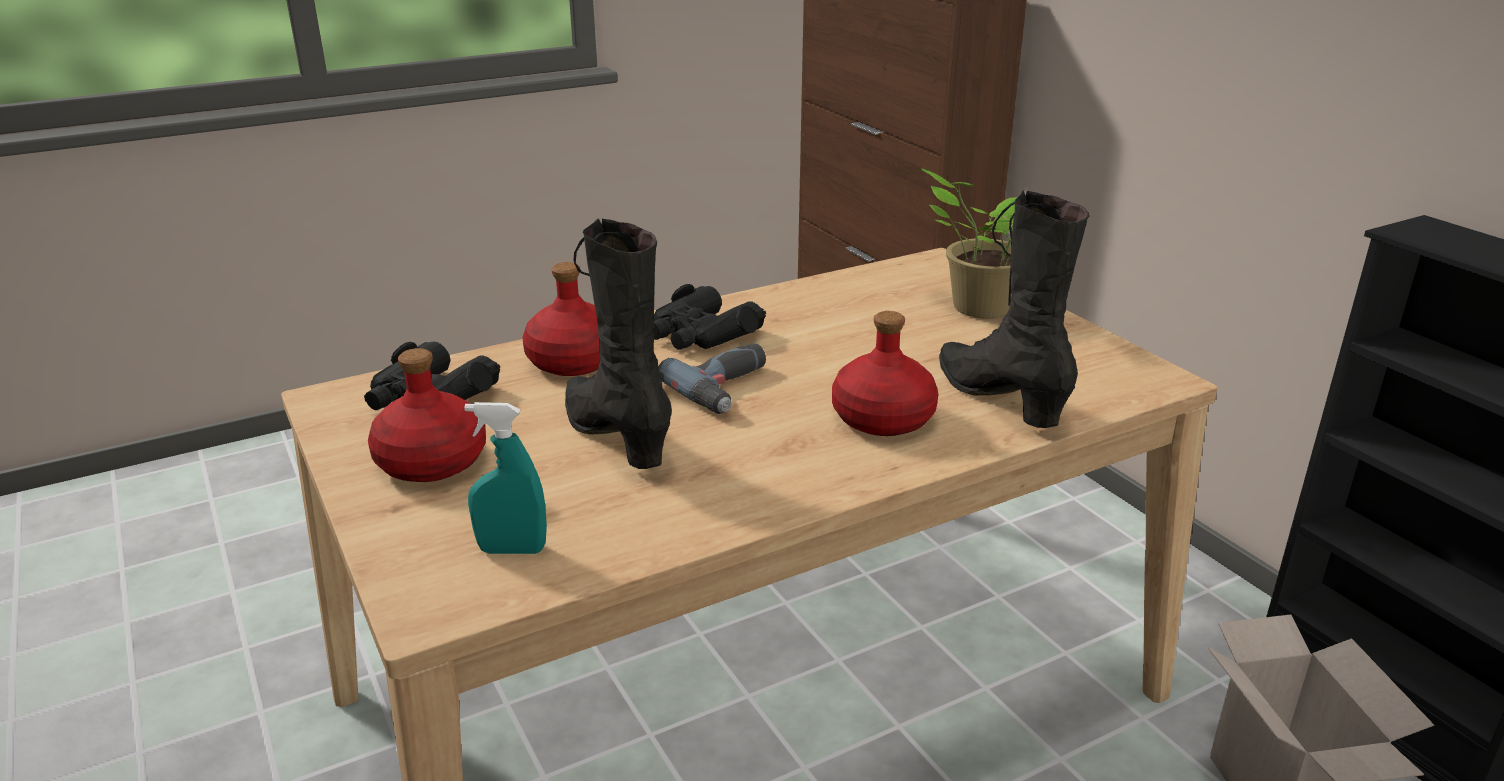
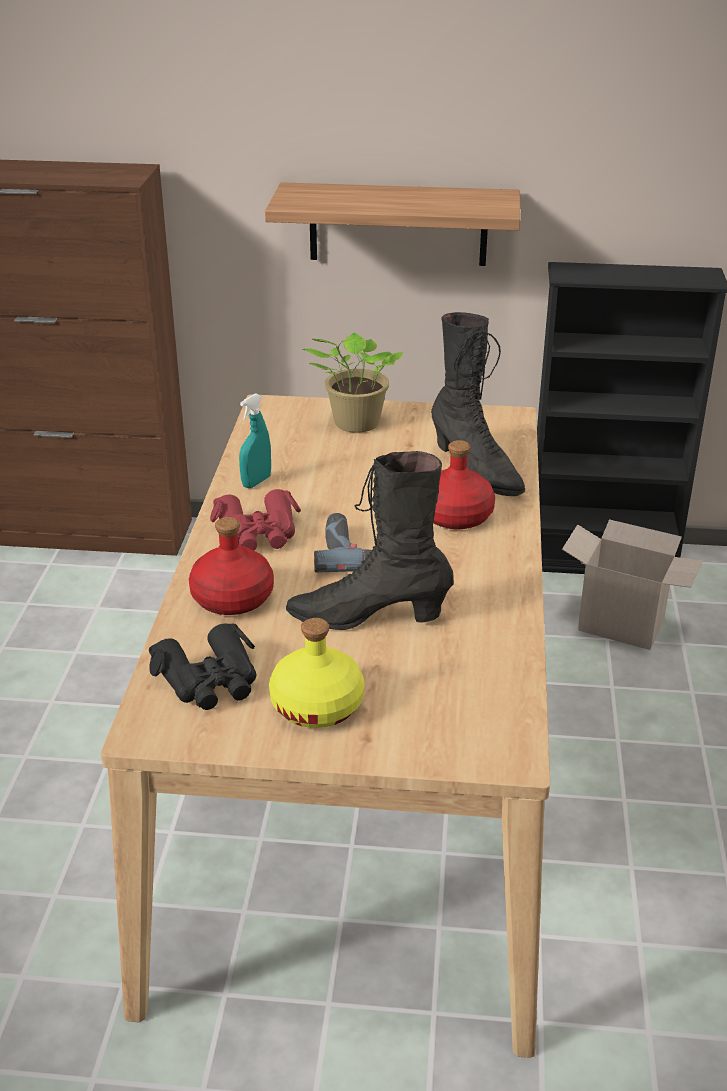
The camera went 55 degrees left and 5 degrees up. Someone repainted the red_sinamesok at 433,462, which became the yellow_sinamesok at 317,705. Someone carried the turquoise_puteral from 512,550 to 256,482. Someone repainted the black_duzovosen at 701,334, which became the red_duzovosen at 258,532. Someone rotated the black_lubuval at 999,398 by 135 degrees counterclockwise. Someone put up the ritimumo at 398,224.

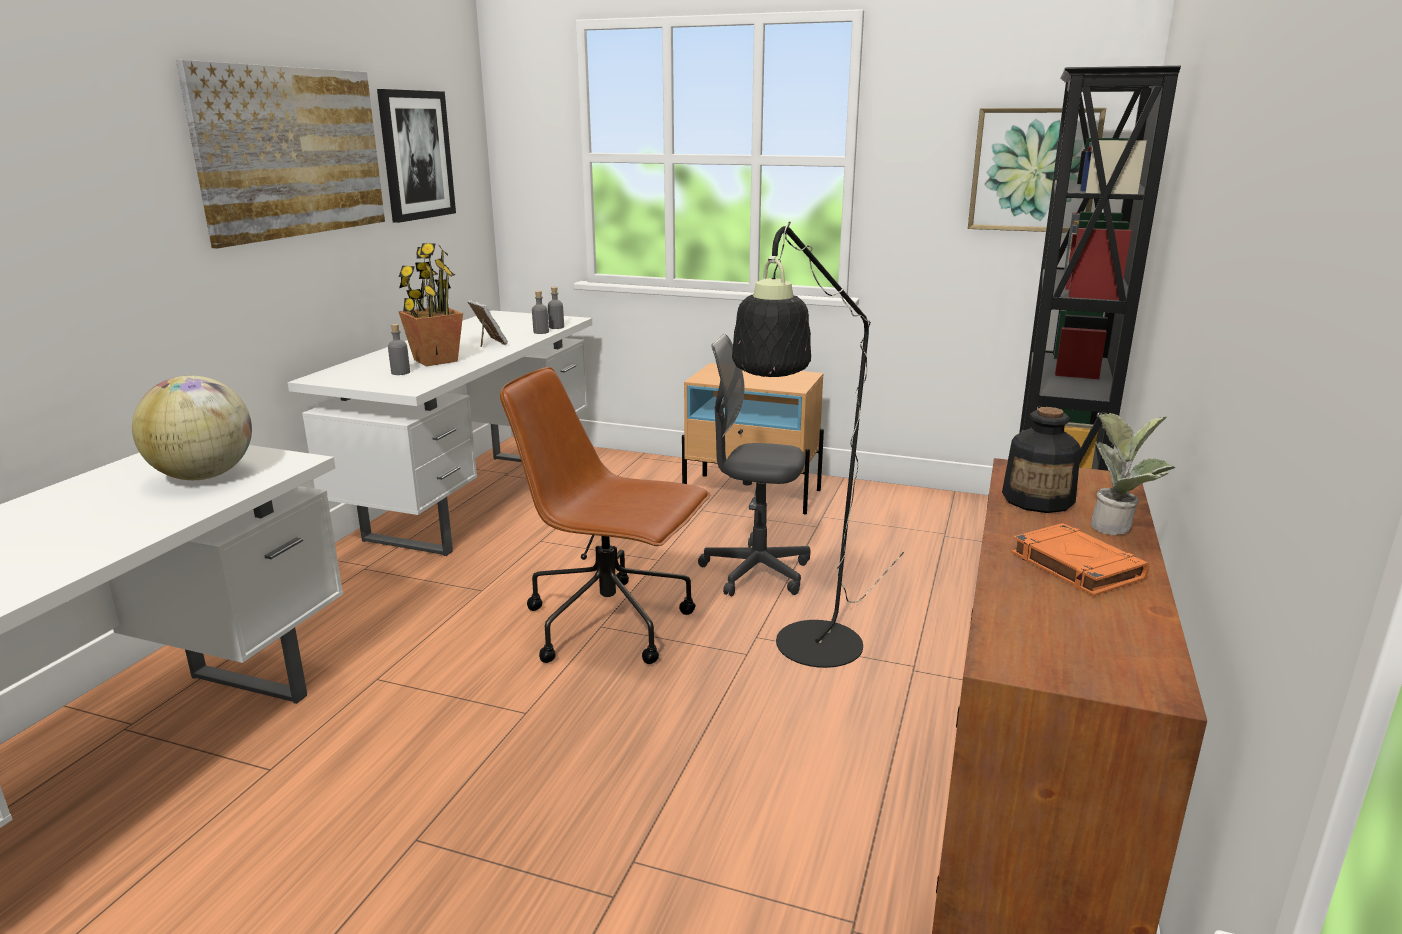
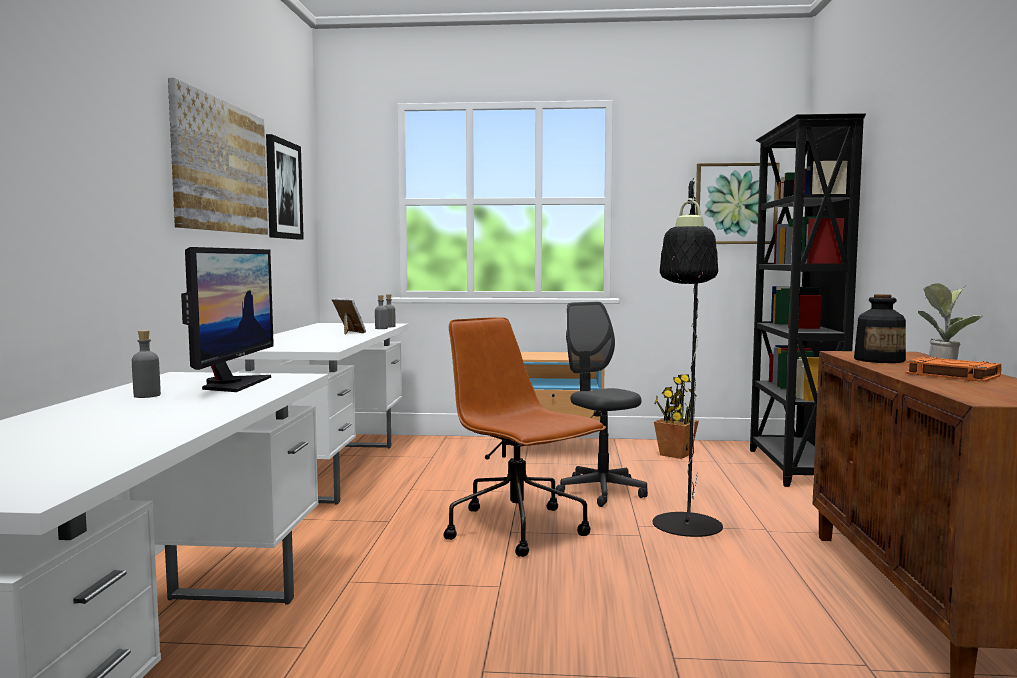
The camera went 15 degrees left and 15 degrees down. Someone swapped the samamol at 204,476 for the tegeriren at 232,384. Someone carried the grey_sinamesok from 400,372 to 147,395. Someone carried the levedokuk from 435,360 to 675,454. Someone rotated the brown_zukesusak at 611,624 by 45 degrees clockwise. Someone rotated the grey_zukesusak at 755,572 by 60 degrees clockwise.

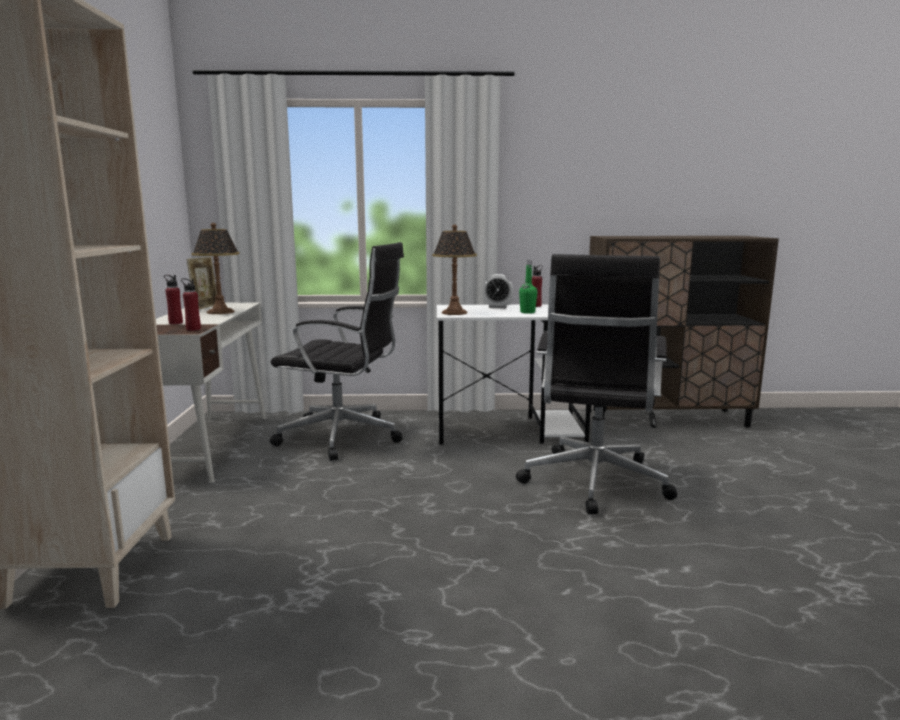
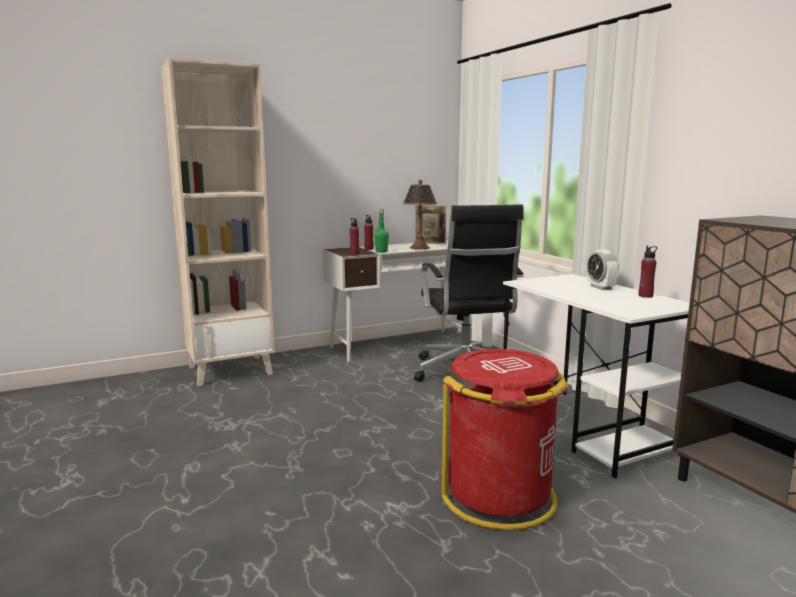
The camera went 65 degrees right and 0 degrees up. Someone took away the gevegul at 454,312. Someone swapped the black_zukesusak at 594,483 for the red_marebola at 500,497. Someone carried the green_sinamesok from 527,312 to 381,251.

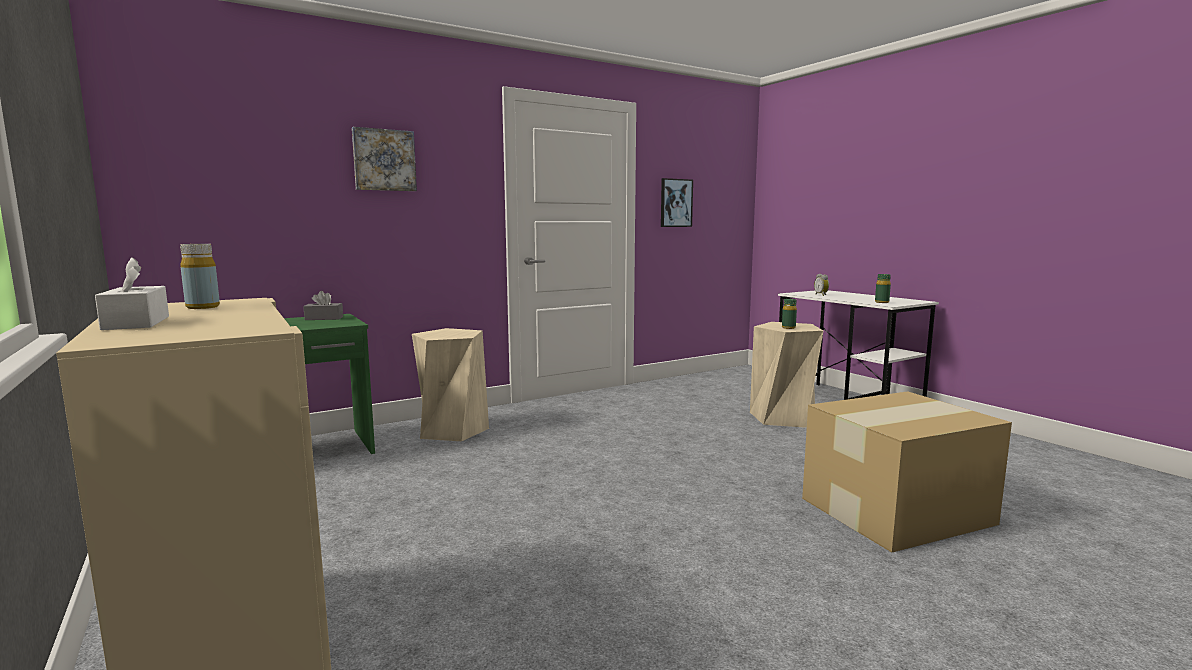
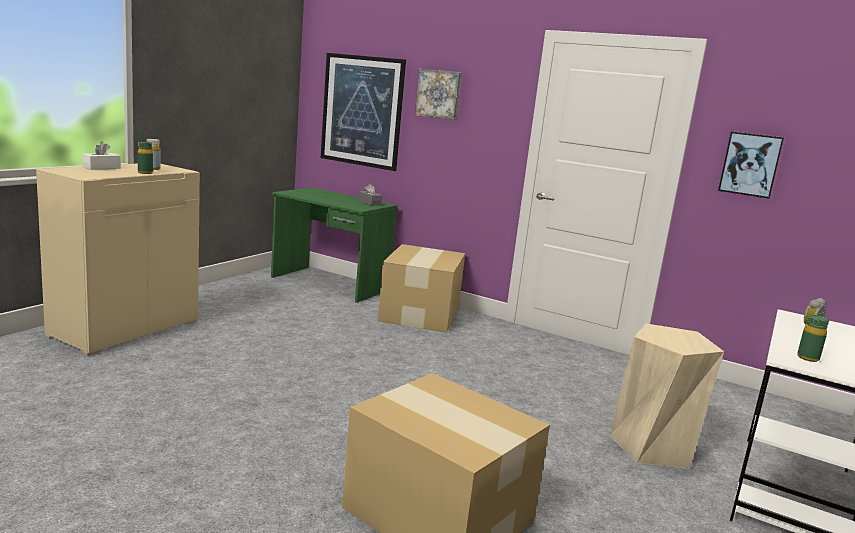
The camera went 60 degrees right and 5 degrees up. Someone swapped the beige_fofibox at 452,430 for the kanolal at 421,313. Someone carried the green_sinamesok from 788,327 to 145,172. Someone put up the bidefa at 362,111.

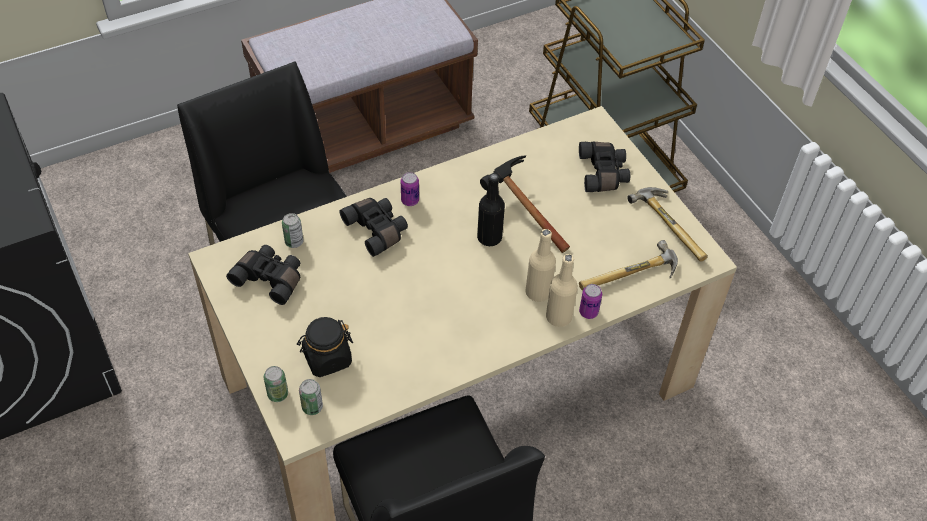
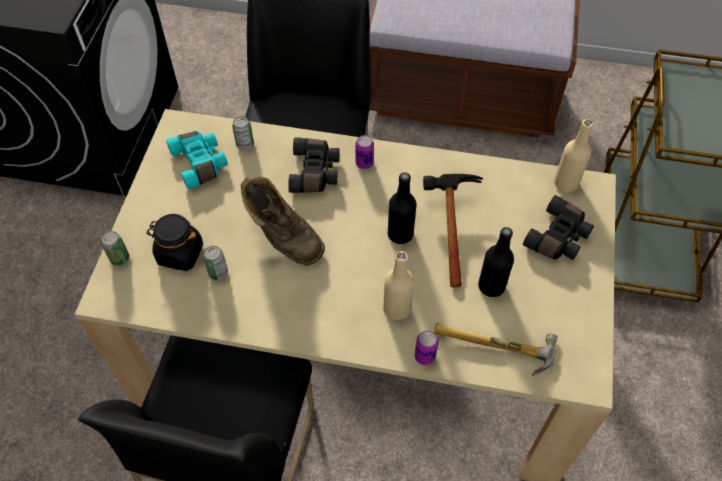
The camera went 40 degrees right and 5 degrees up. Someone repainted the black_duzovosen at 270,278, which became the turquoise_duzovosen at 201,163. Someone carried the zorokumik from 312,407 to 218,273. Someone carried the beige_sinamesok from 558,317 to 566,183. Someone took away the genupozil at 674,225. Someone put down the brown_lubuval at 281,237. Someone put down the black_sinamesok at 491,286.

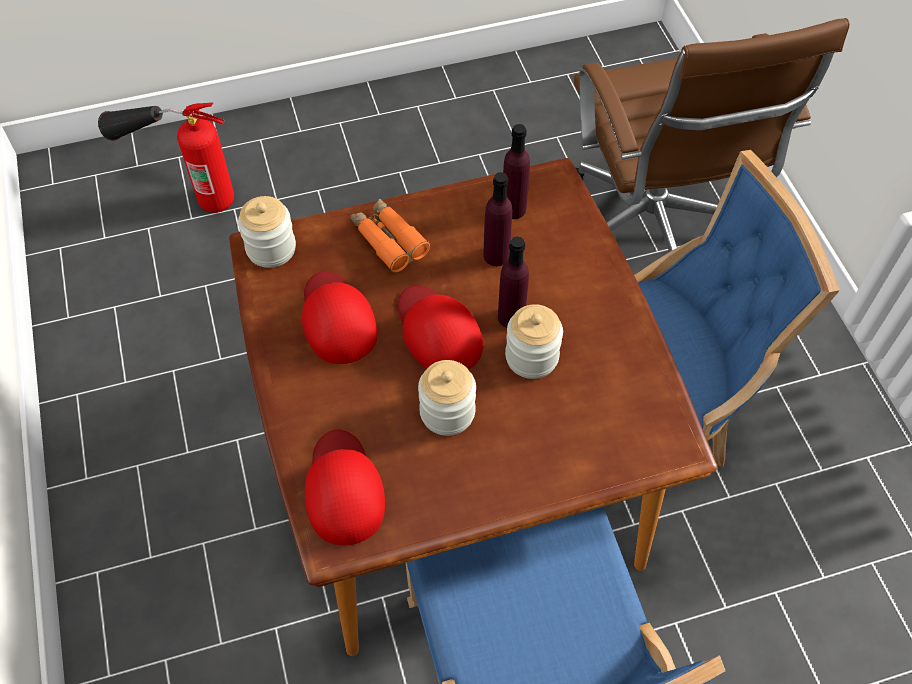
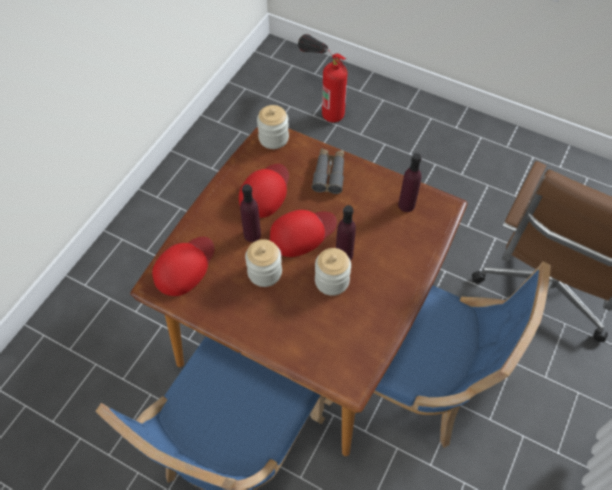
The camera went 45 degrees right and 0 degrees up. Someone repainted the orange_duzovosen at 388,240, which became the grey_duzovosen at 329,174. Someone rotated the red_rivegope at 437,332 by 45 degrees clockwise. Someone carried the purple_sinamesok from 496,255 to 252,234.

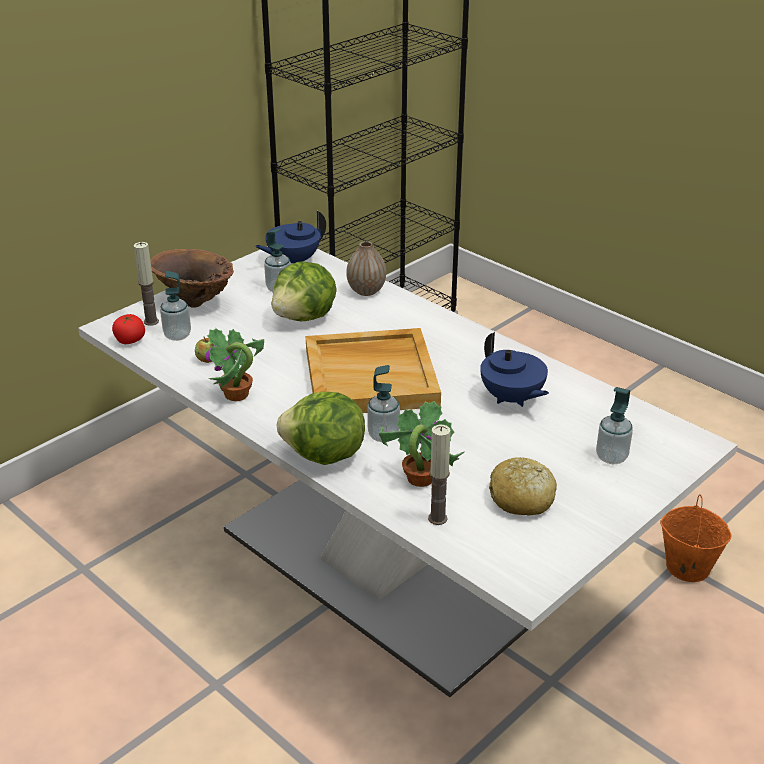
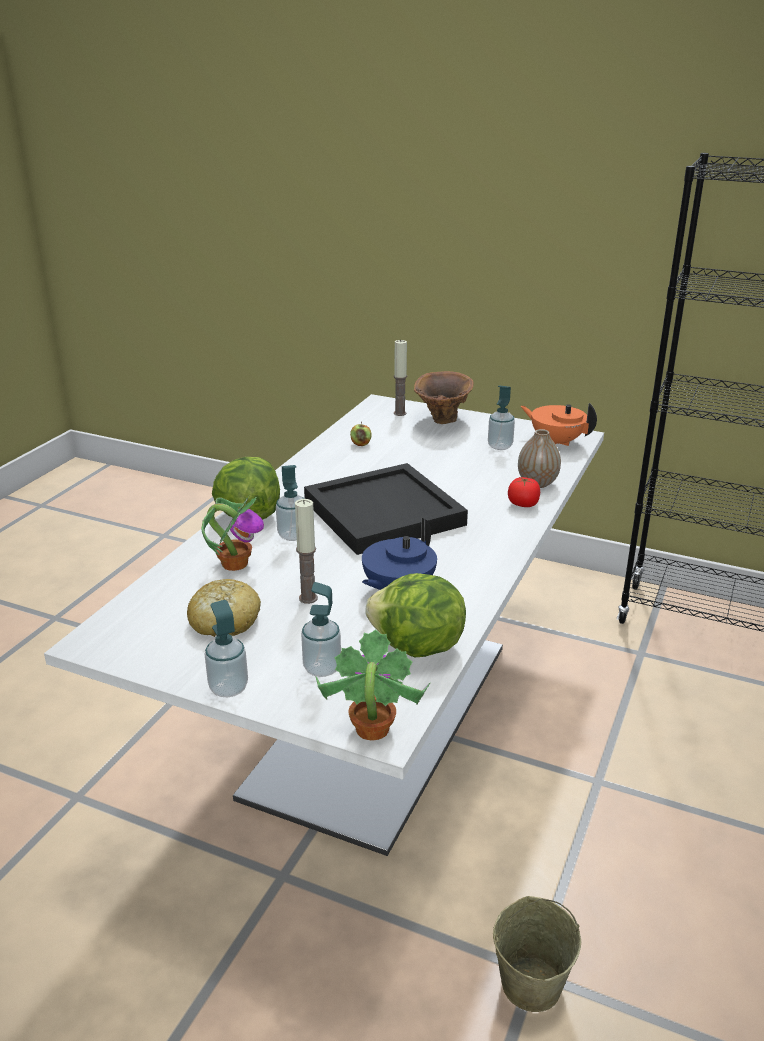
The camera went 70 degrees right and 5 degrees down. Someone carried the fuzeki from 130,340 to 523,504. Someone carried the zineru from 177,335 to 228,688. Someone carried the levedokuk from 236,395 to 371,729. Someone repainted the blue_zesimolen at 292,261, which became the orange_zesimolen at 556,442. Someone carried the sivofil from 305,317 to 417,648. Someone repainted the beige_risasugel at 371,376, which became the black_risasugel at 385,513. Someone carried the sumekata from 437,518 to 308,598. Someone repainted the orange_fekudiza at 687,567, which became the beige_fekudiza at 531,983.

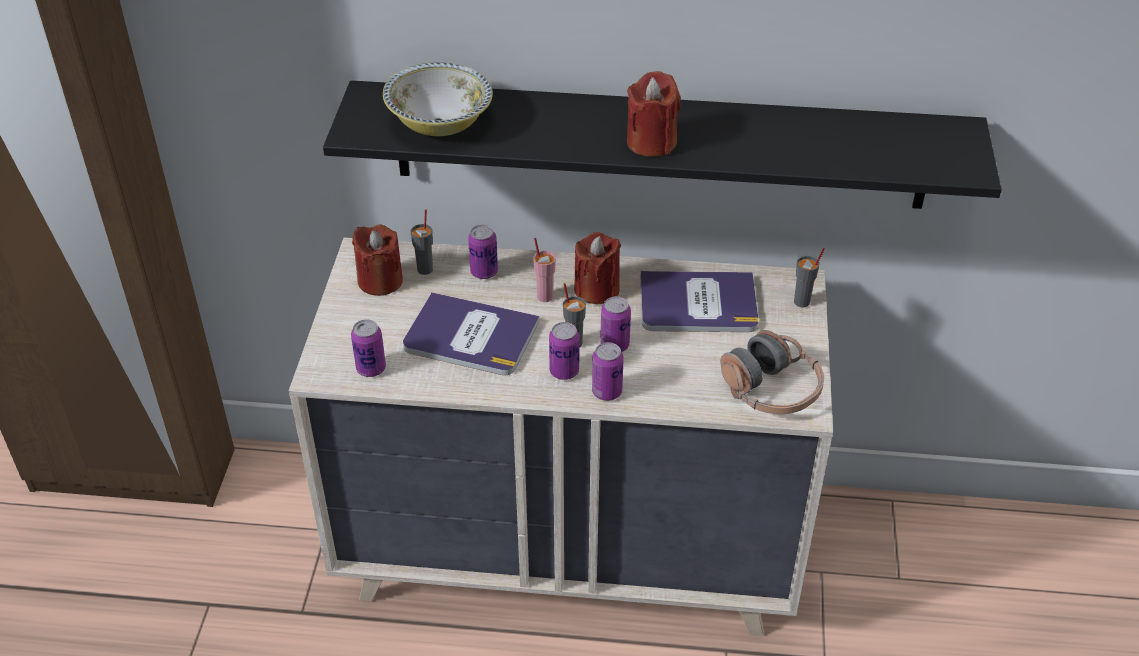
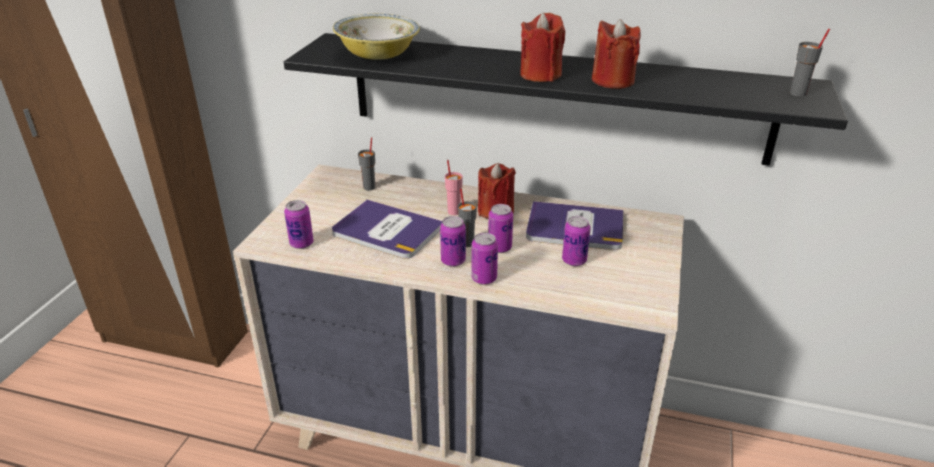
The camera went 10 degrees right and 10 degrees down. Someone carried the red_sumekata from 380,281 to 612,81. Someone carried the zorokumik from 484,272 to 574,260. Someone took away the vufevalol at 771,390. Someone carried the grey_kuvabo from 802,302 to 798,93.

